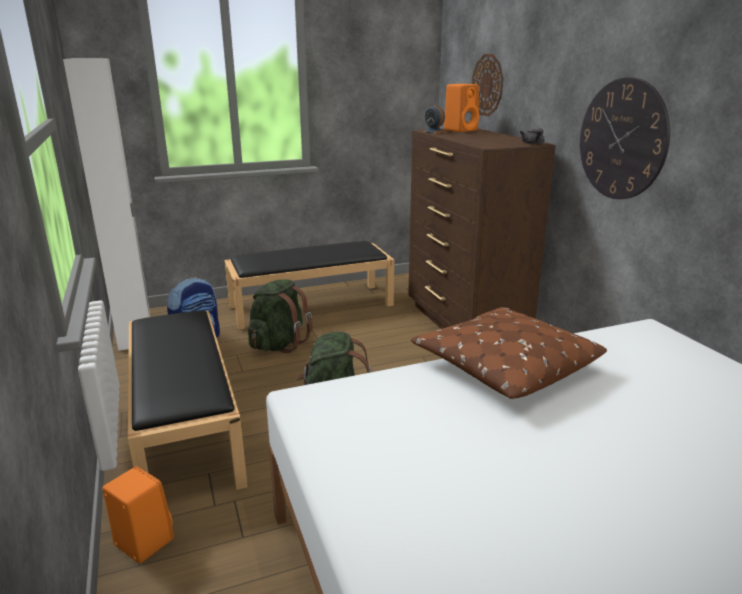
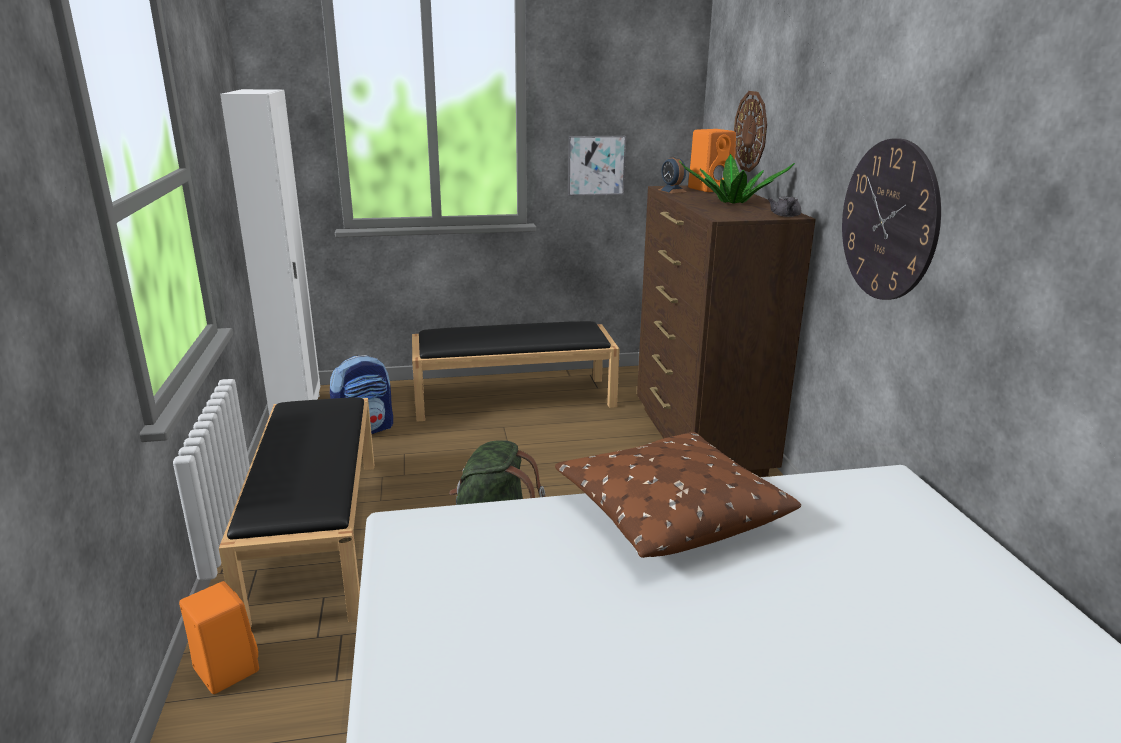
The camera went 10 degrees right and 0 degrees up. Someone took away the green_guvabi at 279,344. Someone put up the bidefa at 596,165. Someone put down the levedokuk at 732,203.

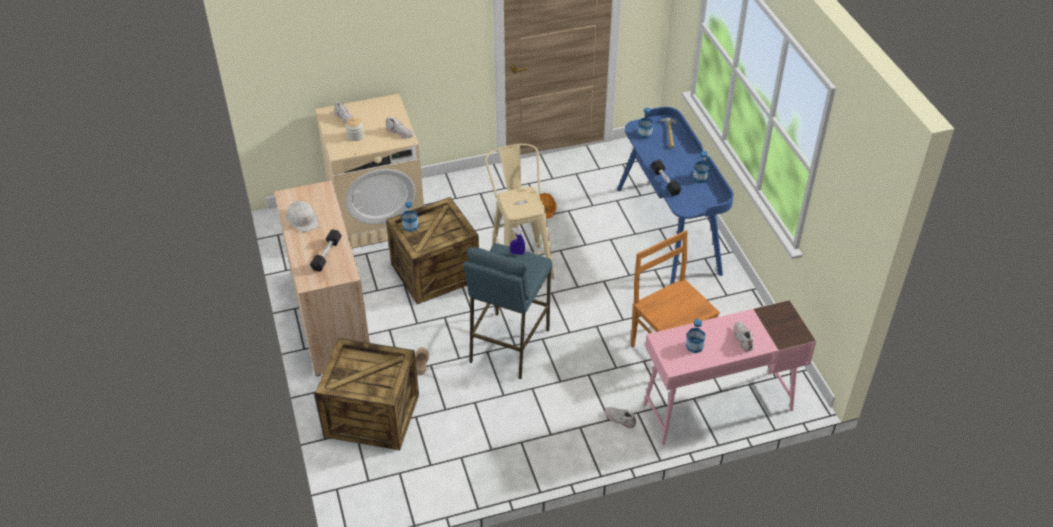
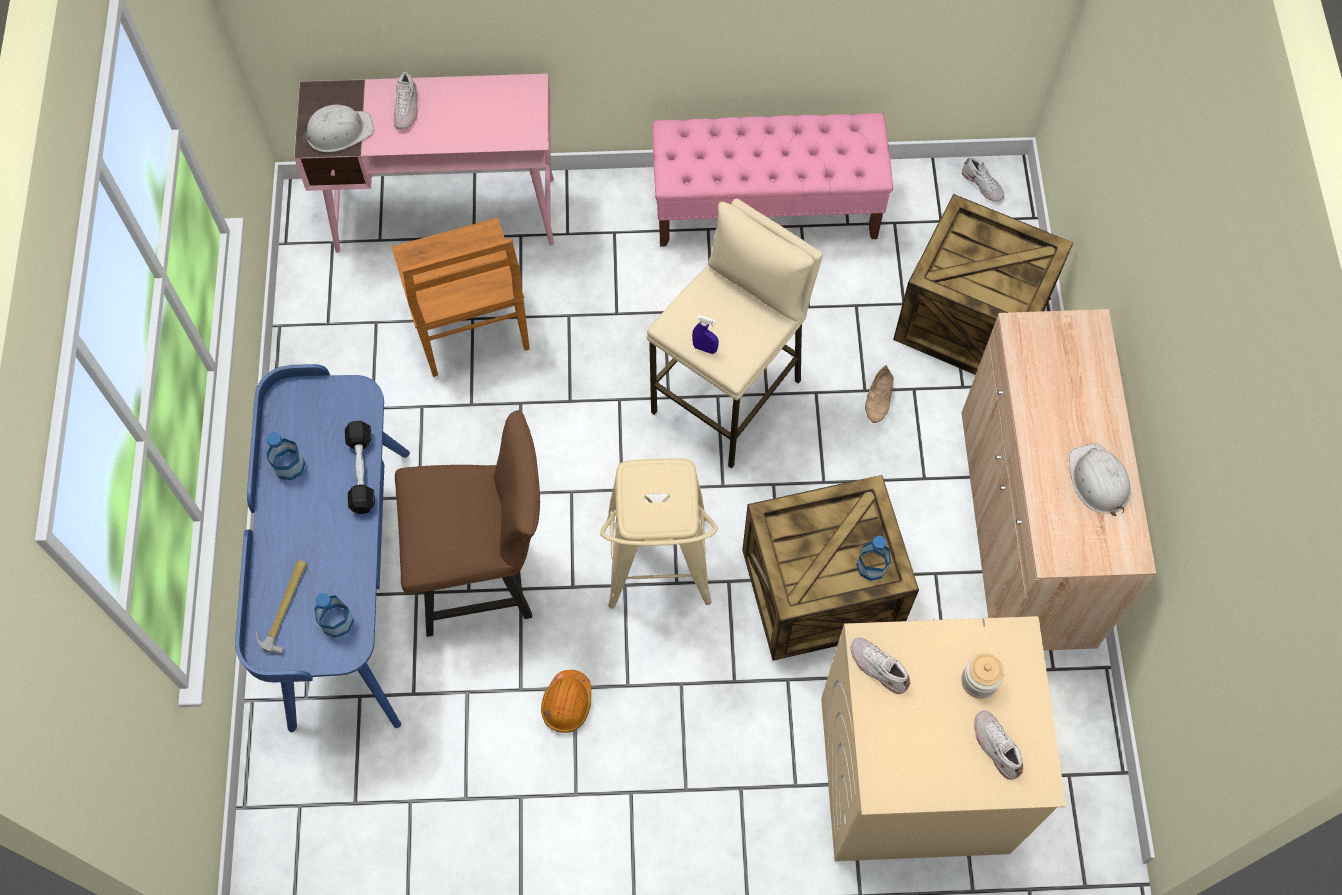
The camera went 165 degrees left and 20 degrees up. Someone took away the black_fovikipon at 326,255. Someone repainted the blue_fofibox at 508,345, which became the beige_fofibox at 728,397. Someone carried the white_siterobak from 619,419 to 982,185. Someone took away the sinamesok at 694,346. Someone put down the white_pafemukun at 338,131. Someone put down the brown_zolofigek at 486,573. Someone put down the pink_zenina at 767,208.

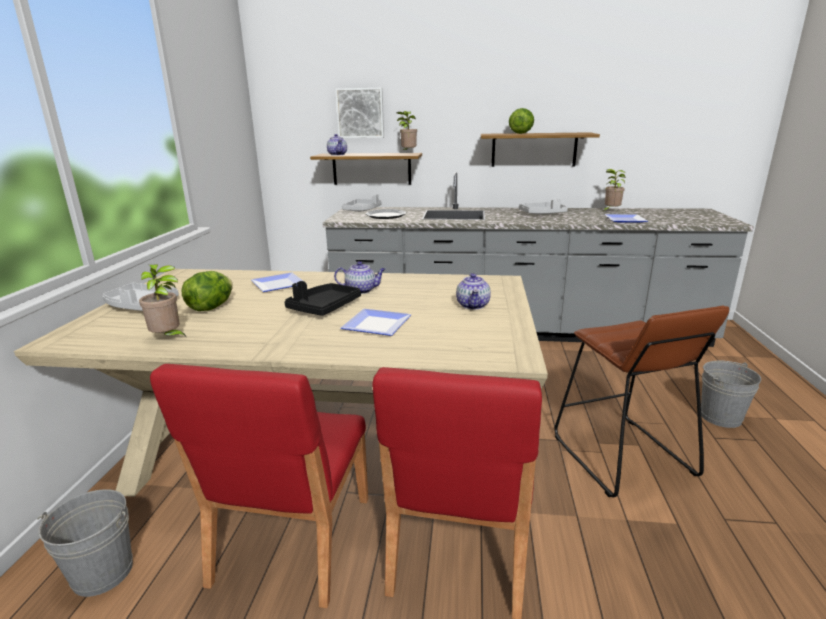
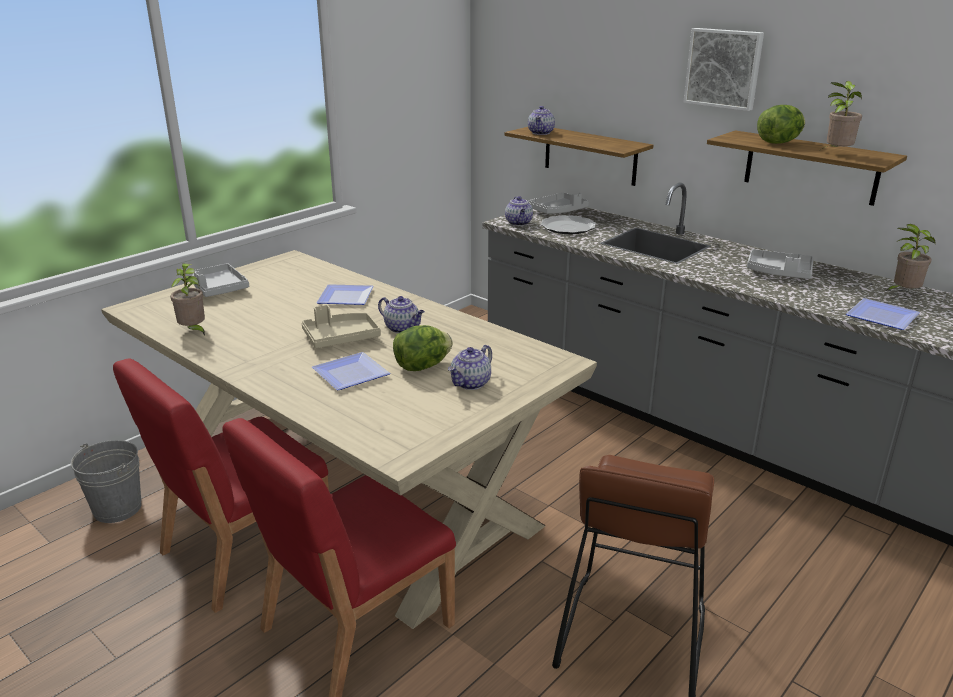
The camera went 35 degrees right and 5 degrees up. Someone carried the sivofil from 211,307 to 422,366. Someone repainted the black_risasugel at 324,307, which became the beige_risasugel at 340,338. Someone carried the bidefa from 360,113 to 724,68. Someone carried the levedokuk from 407,153 to 836,154. Someone took away the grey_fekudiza at 720,417. Someone put down the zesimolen at 519,223.

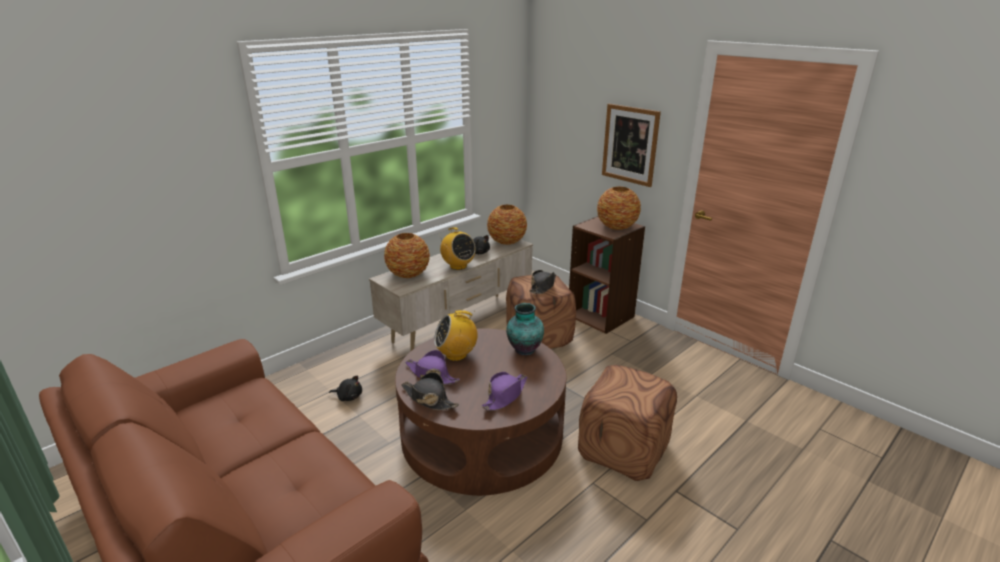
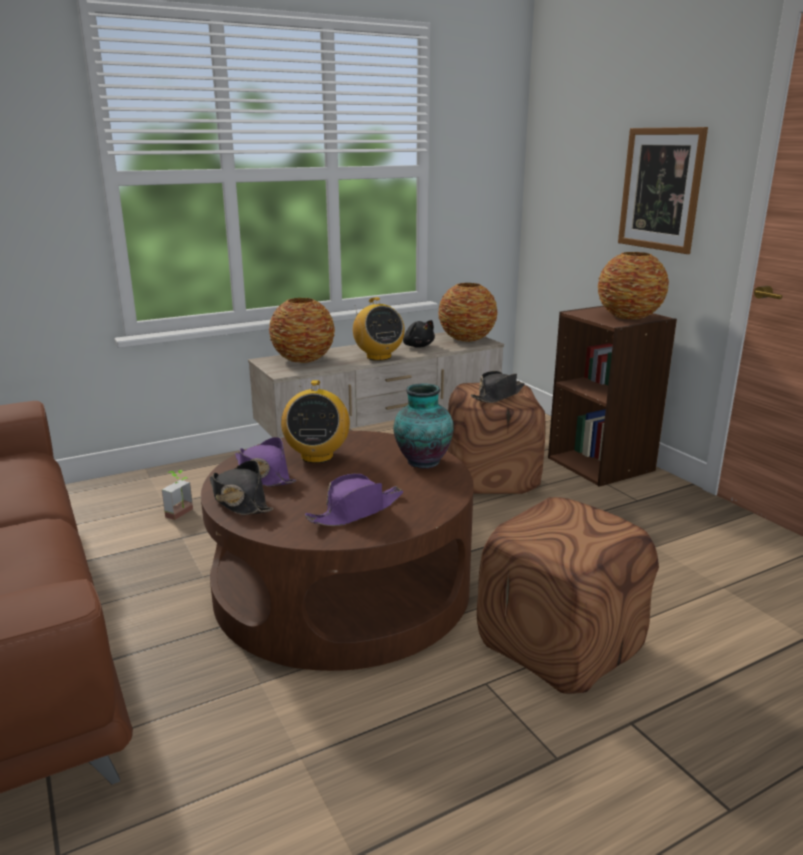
The camera went 15 degrees right and 5 degrees down. Someone swapped the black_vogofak at 348,396 for the levedokuk at 183,514. Someone rotated the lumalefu at 456,355 by 90 degrees counterclockwise.

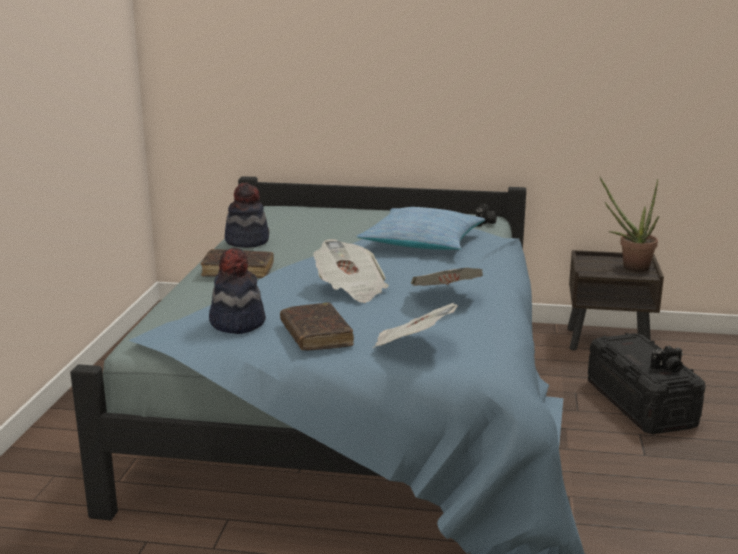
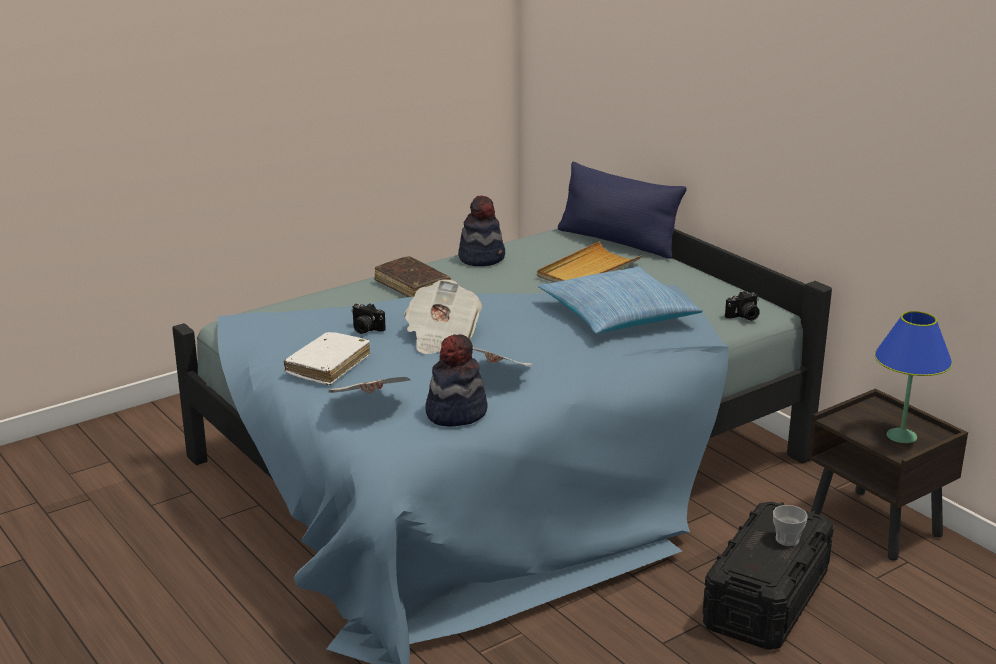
The camera went 45 degrees right and 5 degrees up. Someone carried the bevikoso from 237,323 to 455,412. Someone repainted the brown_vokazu at 316,335, which became the white_vokazu at 328,366. Someone swapped the levedokuk at 629,267 for the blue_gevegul at 901,436. Someone carried the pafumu from 668,369 to 365,329. Someone put down the beige_risasugel at 588,270. Someone put down the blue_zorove at 617,241. Someone put down the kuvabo at 787,539.

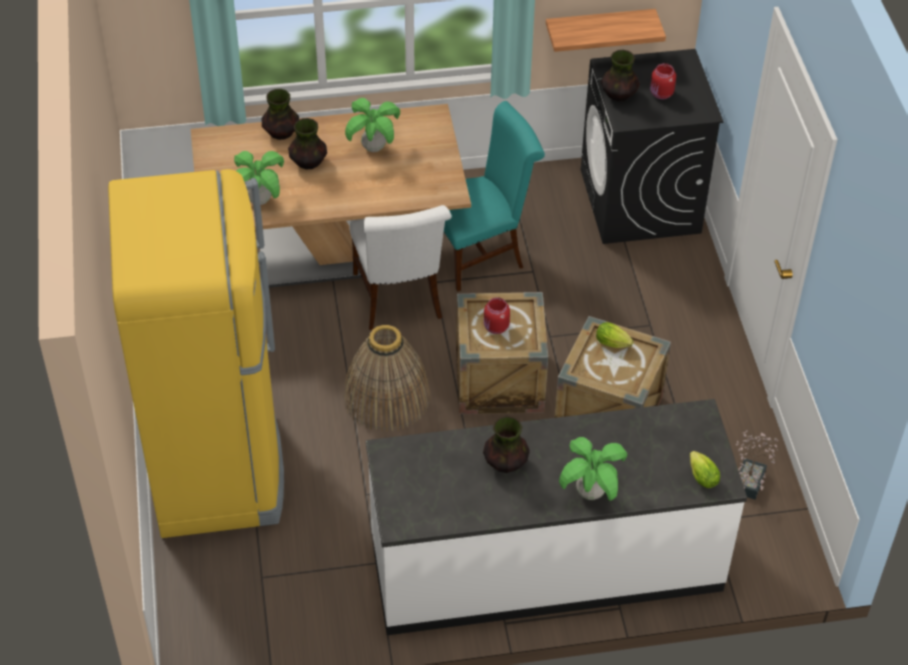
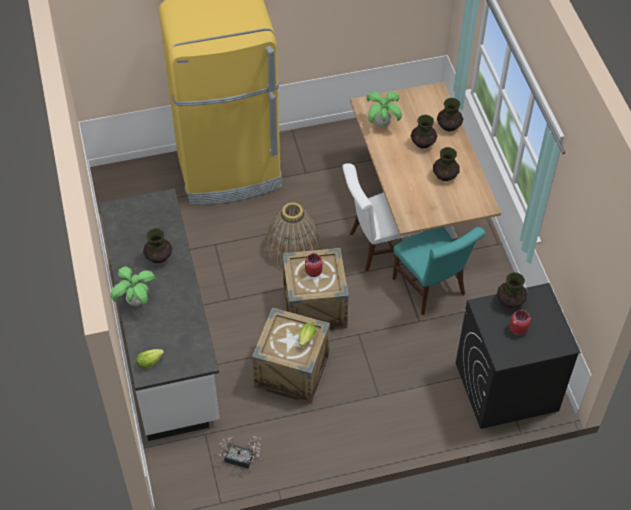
The camera went 85 degrees right and 5 degrees up. Someone swapped the levedokuk at 374,148 for the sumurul at 445,176. Someone took away the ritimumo at 599,28.

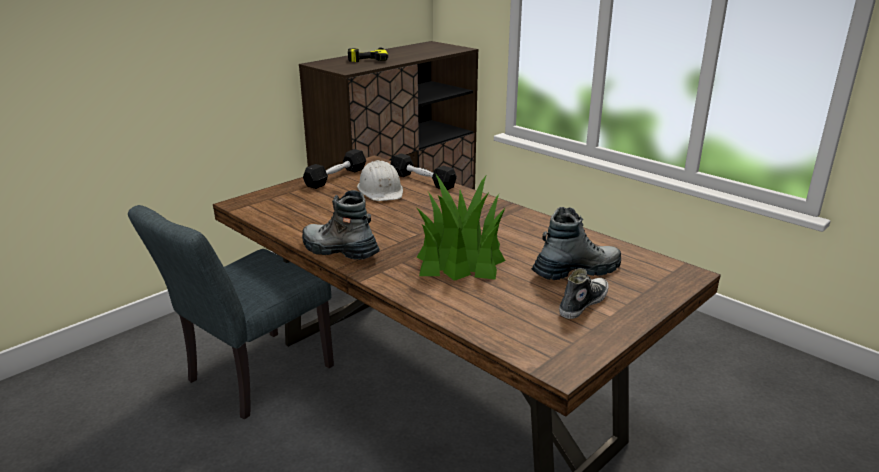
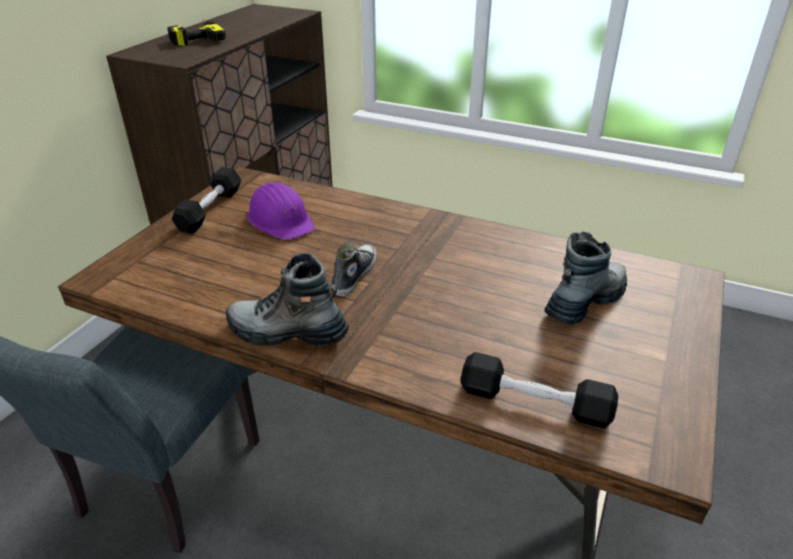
The camera went 20 degrees left and 10 degrees up. Someone repainted the white_pafemukun at 381,190, which became the purple_pafemukun at 281,220. Someone carried the black_fovikipon from 422,180 to 534,403. Someone took away the levedokuk at 460,258. Someone carried the siterobak from 582,303 to 354,275.

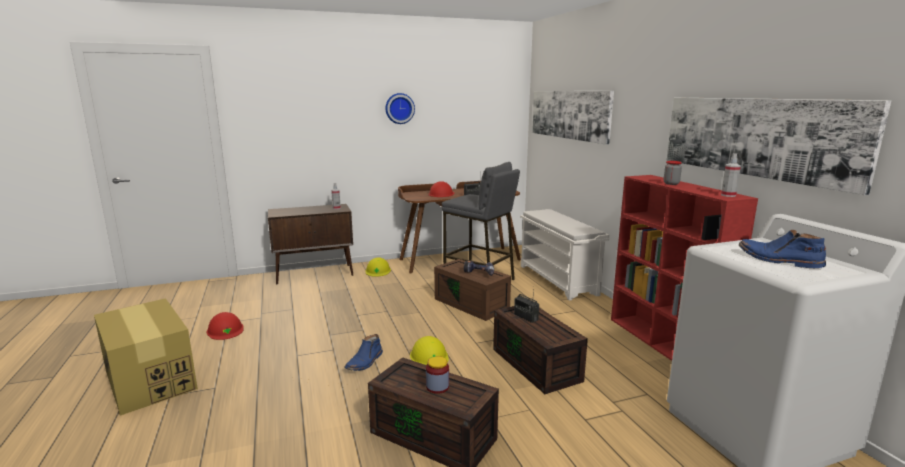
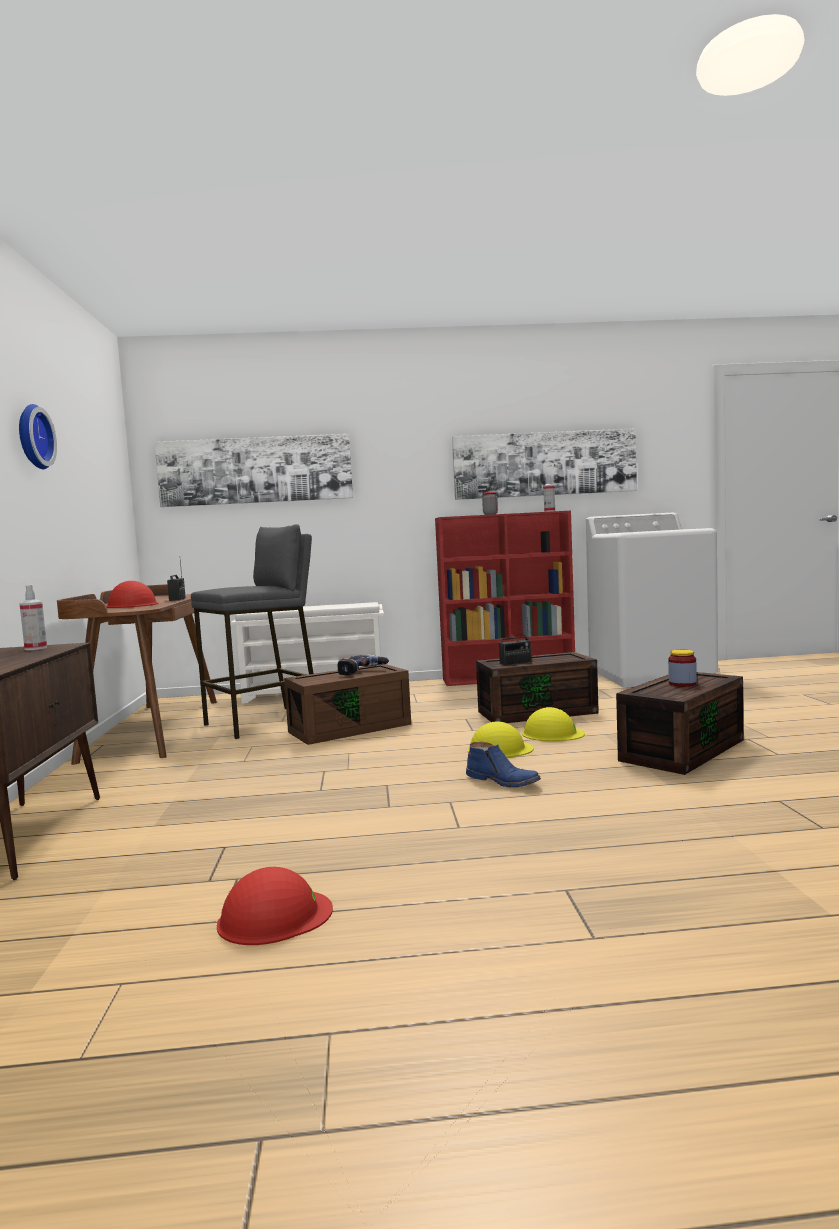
The camera went 75 degrees left and 10 degrees down. Someone took away the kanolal at 150,380. Someone carried the yellow_pafemukun from 378,270 to 552,733. Someone took away the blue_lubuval at 778,260.

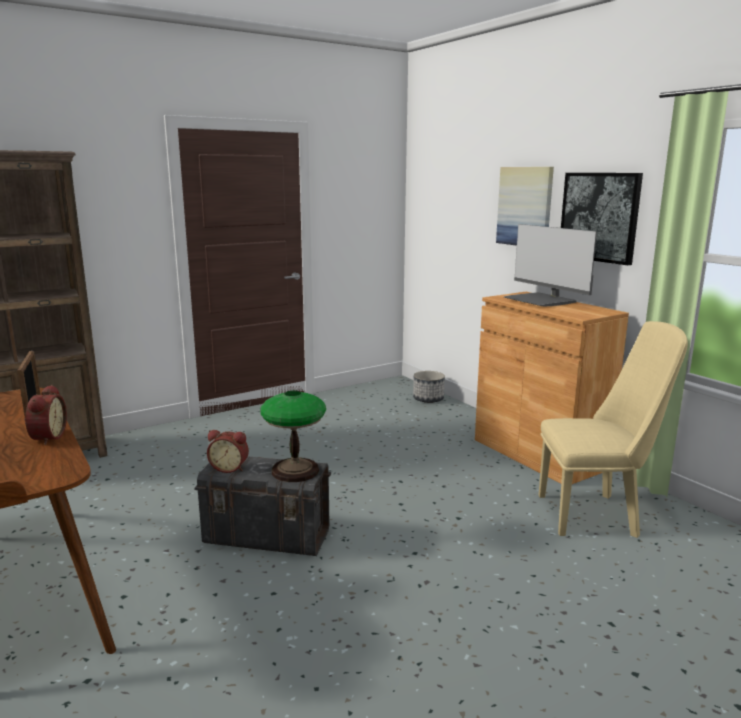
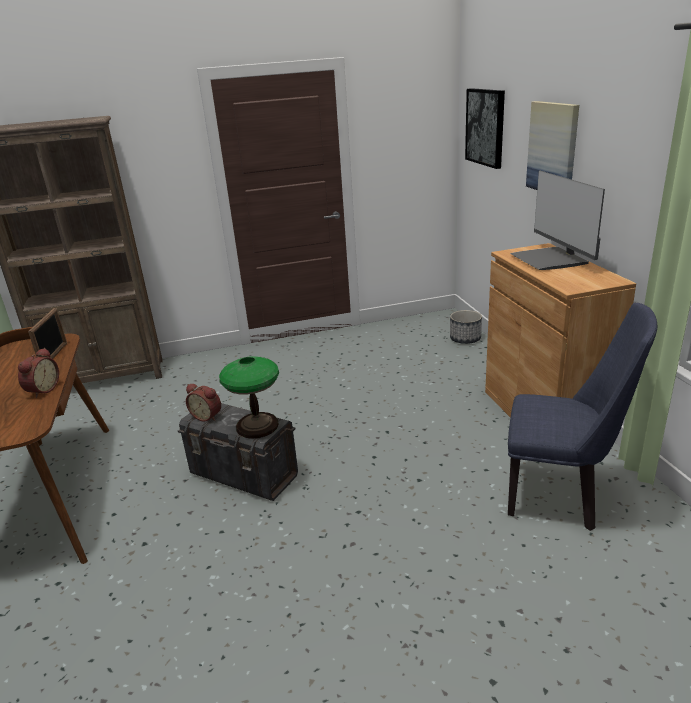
The camera went 20 degrees right and 10 degrees up. Someone repainted the beige_zolofigek at 595,514, which became the blue_zolofigek at 561,496. Someone carried the bidefa from 599,217 to 485,127.

